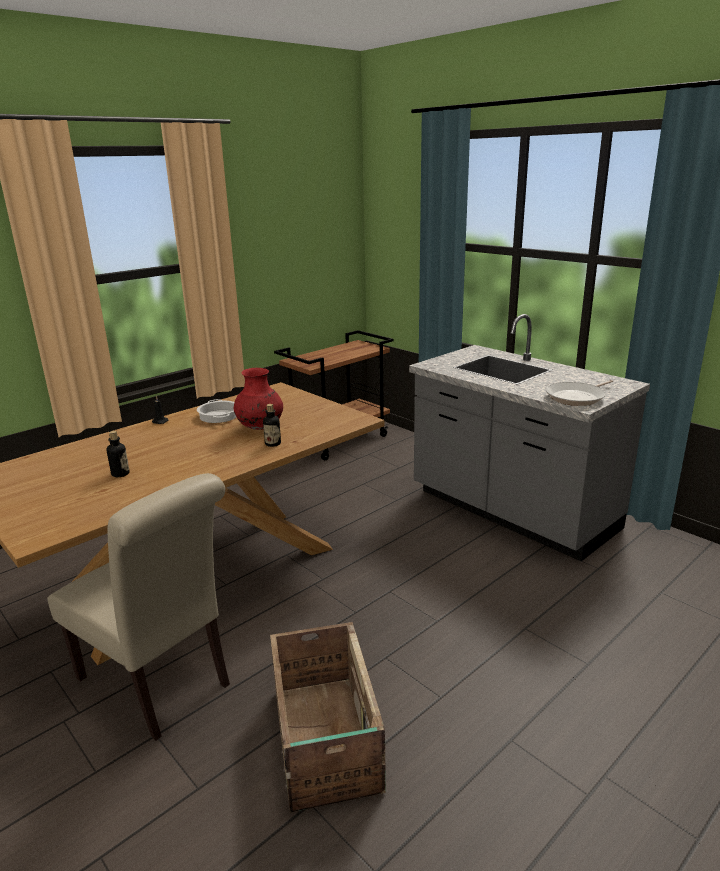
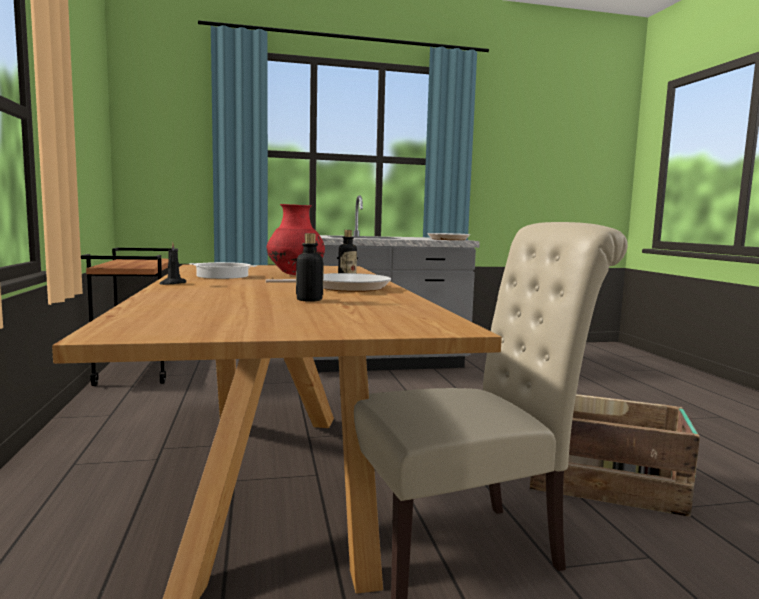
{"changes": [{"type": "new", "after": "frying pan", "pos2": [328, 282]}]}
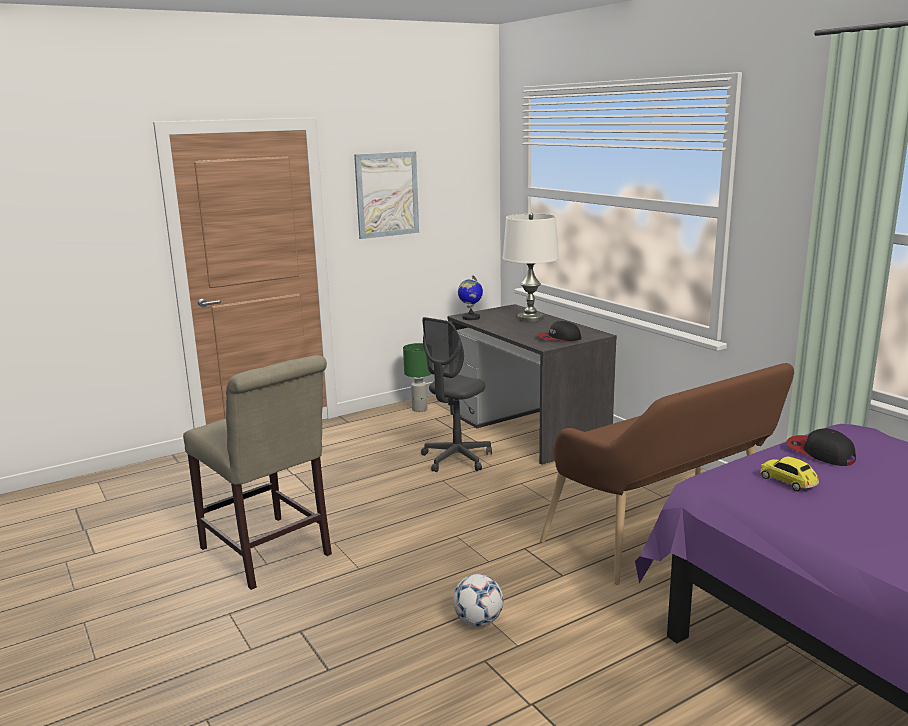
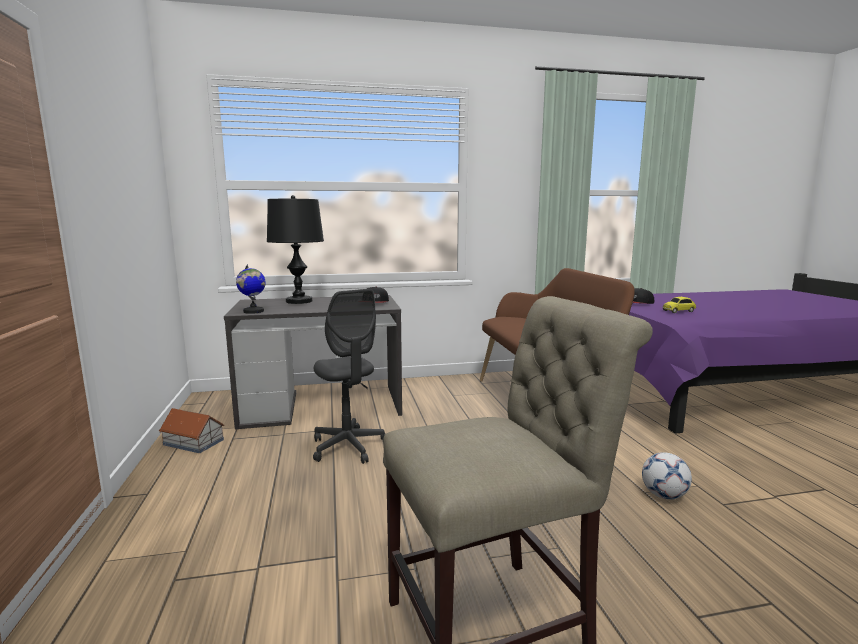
{"changes": [{"type": "gone", "before": "picture", "pos1": [386, 195]}, {"type": "repainted", "before": "white table lamp", "after": "black table lamp", "pos1": [531, 267], "pos2": [295, 249]}, {"type": "swapped", "before": "green table lamp", "after": "toy house", "pos1": [417, 377], "pos2": [192, 430]}]}
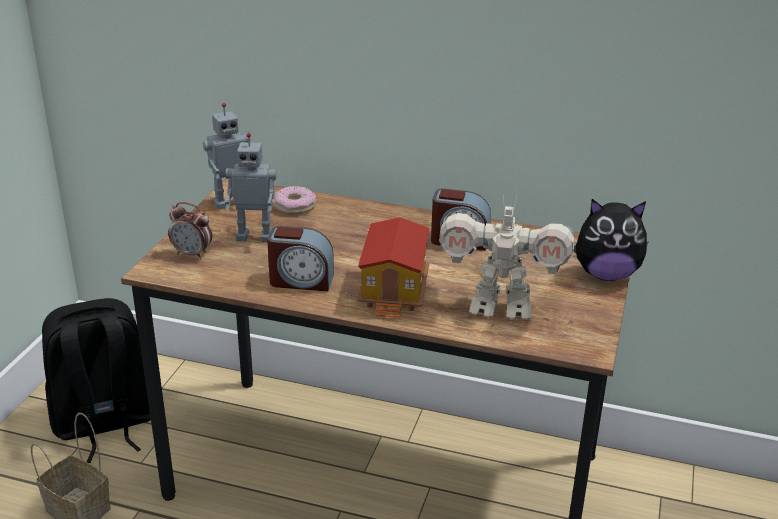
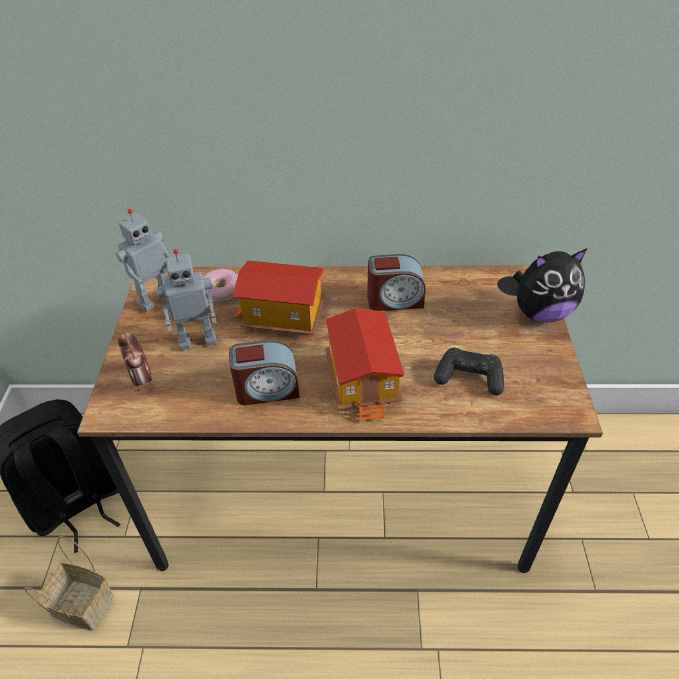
{"changes": [{"type": "swapped", "before": "toy robot", "after": "black game controller", "pos1": [506, 257], "pos2": [469, 372]}, {"type": "rotated", "before": "alarm clock", "pos1": [190, 230], "pos2": [135, 361], "turn": 60}, {"type": "new", "after": "toy house", "pos2": [278, 298]}]}
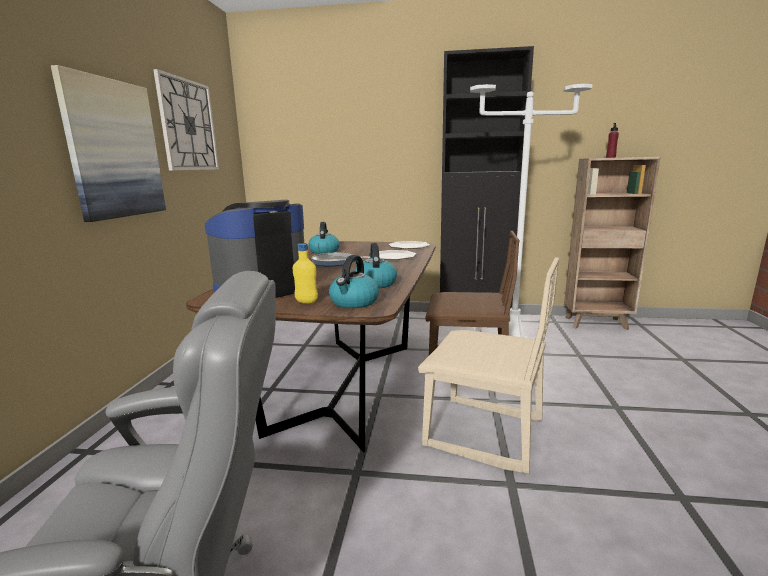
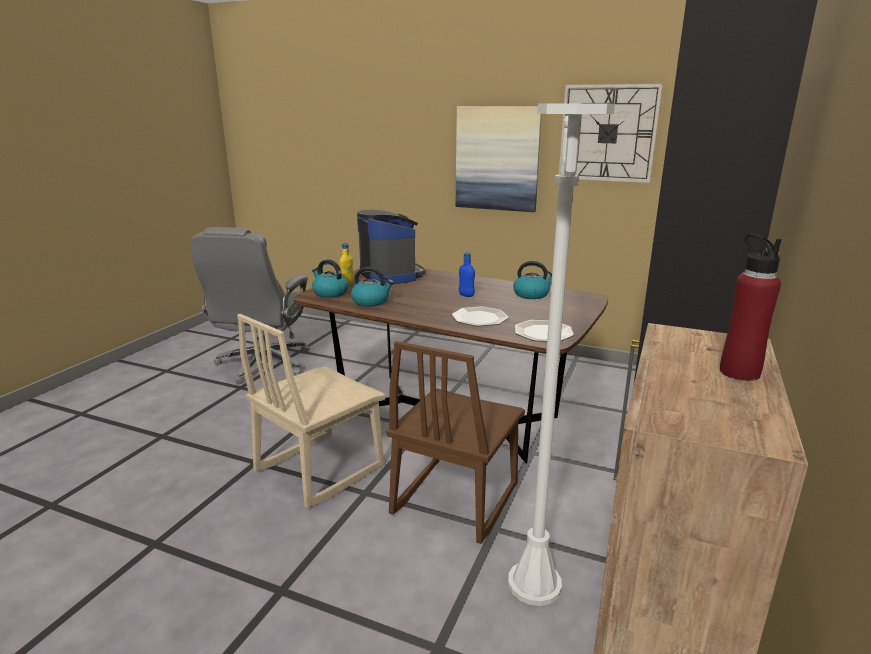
{"changes": [{"type": "swapped", "before": "frying pan", "after": "blue bottle", "pos1": [340, 260], "pos2": [467, 275]}]}
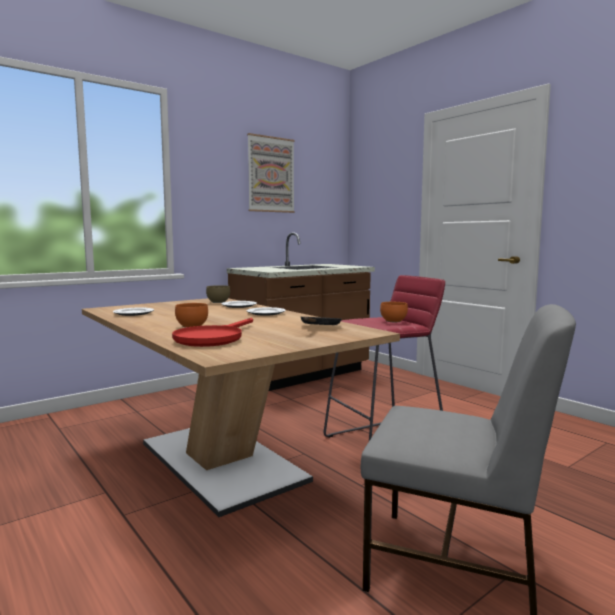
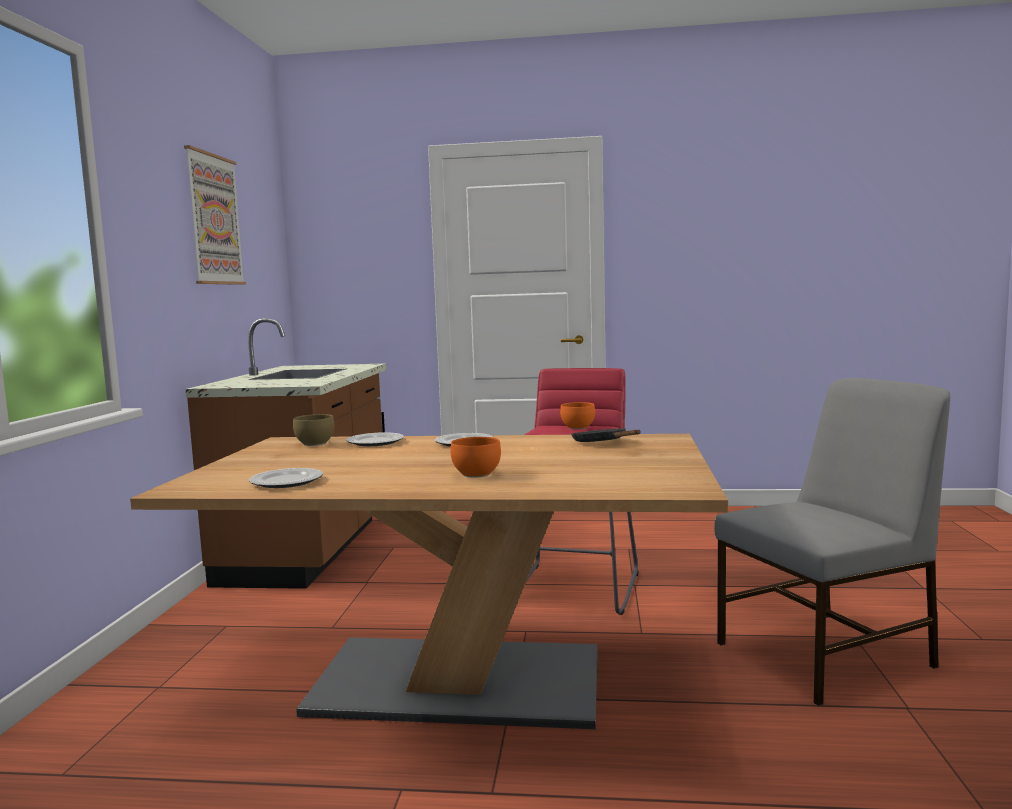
{"changes": [{"type": "gone", "before": "red frying pan", "pos1": [212, 332]}]}
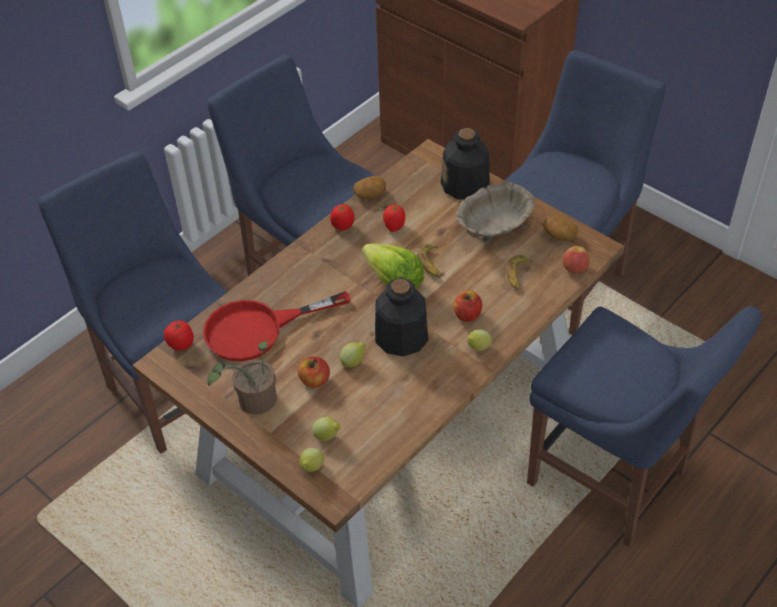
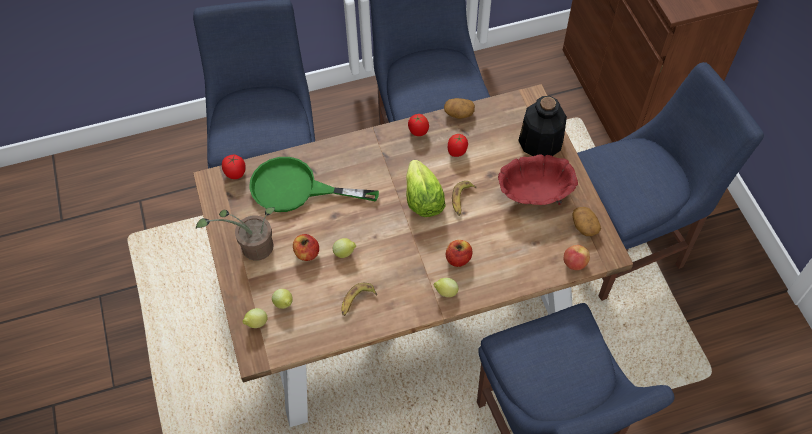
{"changes": [{"type": "repainted", "before": "beige bowl", "after": "red bowl", "pos1": [495, 211], "pos2": [538, 179]}, {"type": "shifted", "before": "banana", "pos1": [519, 273], "pos2": [359, 299]}, {"type": "gone", "before": "bottle", "pos1": [401, 317]}, {"type": "repainted", "before": "red frying pan", "after": "green frying pan", "pos1": [277, 326], "pos2": [314, 184]}]}
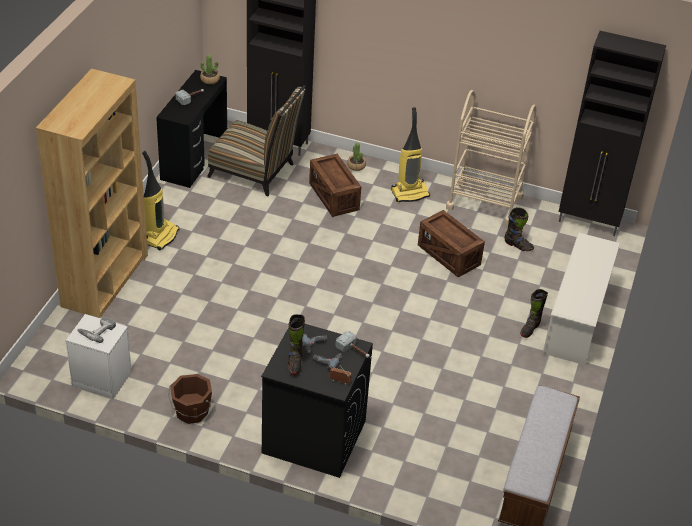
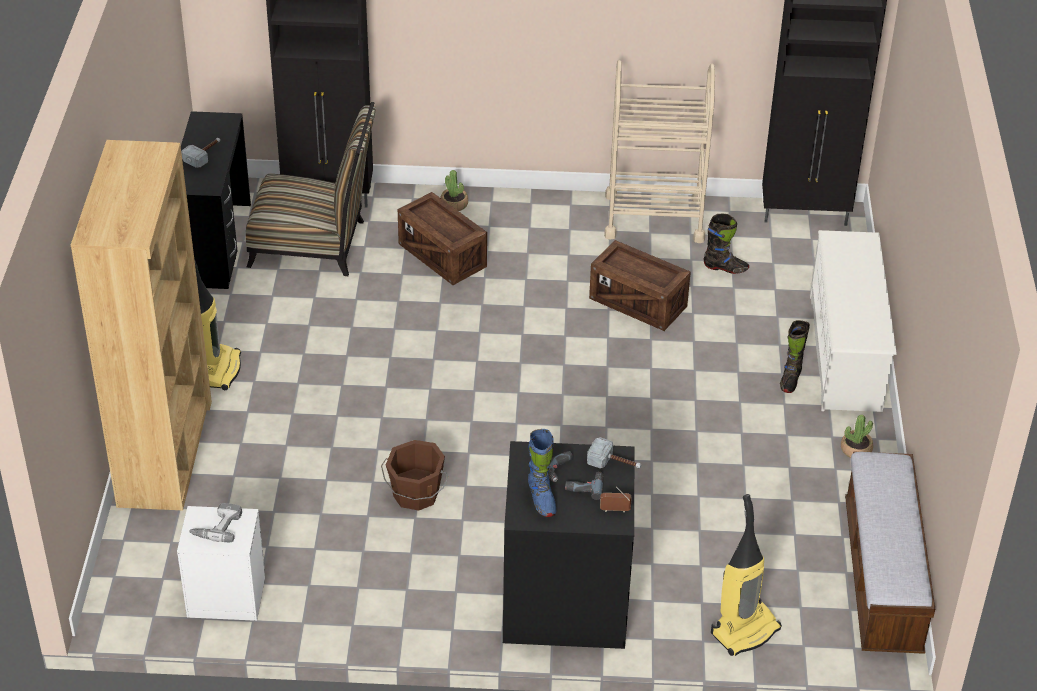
{"changes": [{"type": "shifted", "before": "potted plant", "pos1": [210, 69], "pos2": [857, 436]}, {"type": "shifted", "before": "vacuum cleaner", "pos1": [410, 154], "pos2": [746, 575]}, {"type": "repainted", "before": "black boot", "after": "blue boot", "pos1": [296, 344], "pos2": [542, 473]}, {"type": "shifted", "before": "brown bucket", "pos1": [190, 399], "pos2": [414, 475]}]}
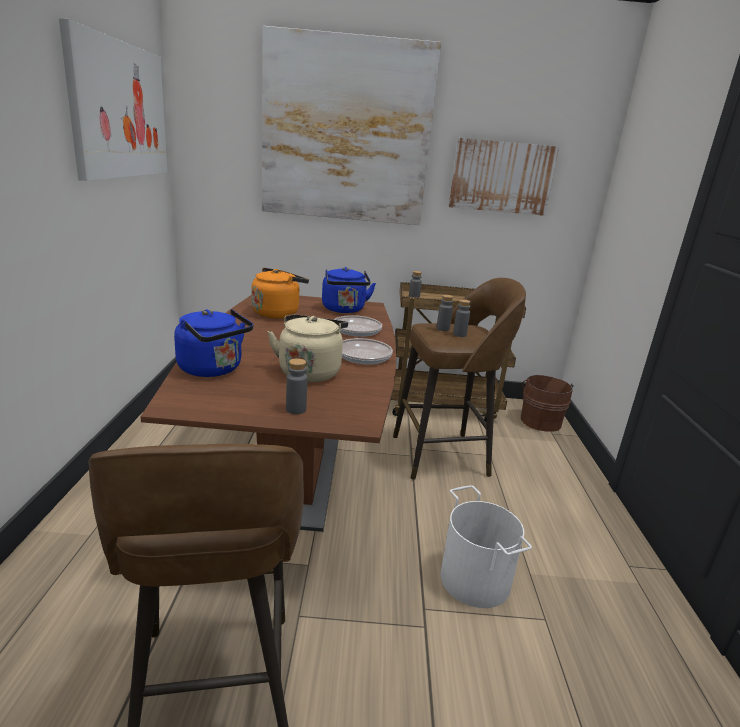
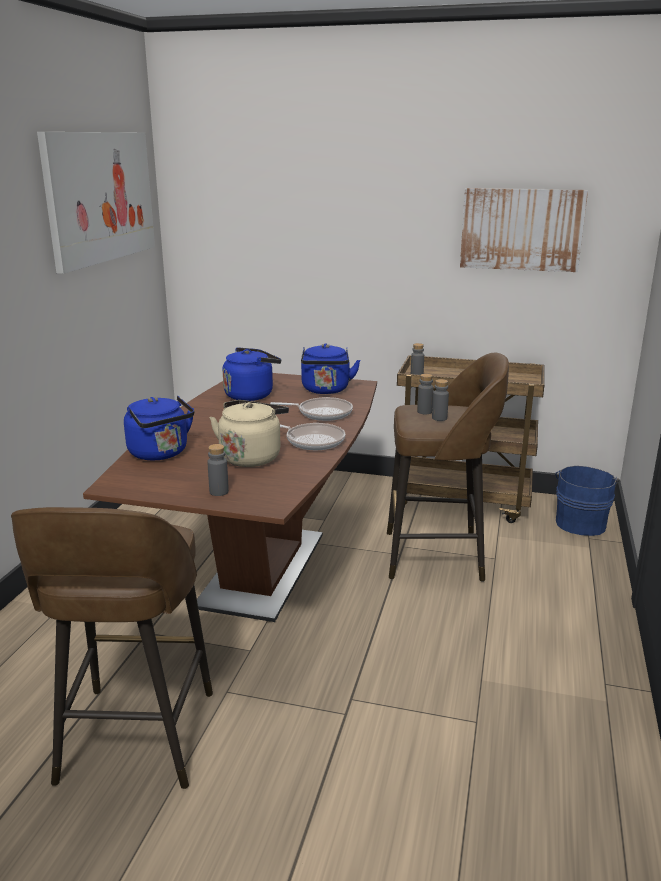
{"changes": [{"type": "gone", "before": "picture", "pos1": [351, 125]}, {"type": "repainted", "before": "orange kettle", "after": "blue kettle", "pos1": [280, 293], "pos2": [251, 374]}, {"type": "repainted", "before": "brown bucket", "after": "blue bucket", "pos1": [547, 403], "pos2": [587, 501]}, {"type": "gone", "before": "white bucket", "pos1": [486, 546]}]}
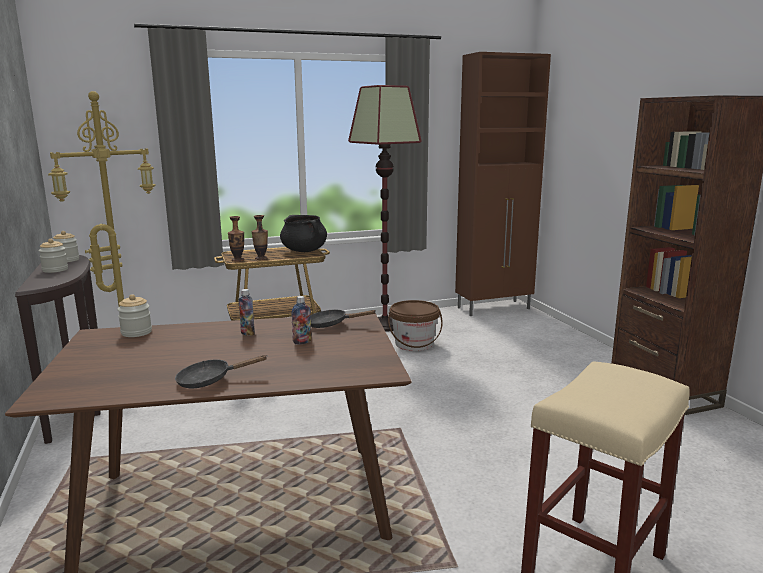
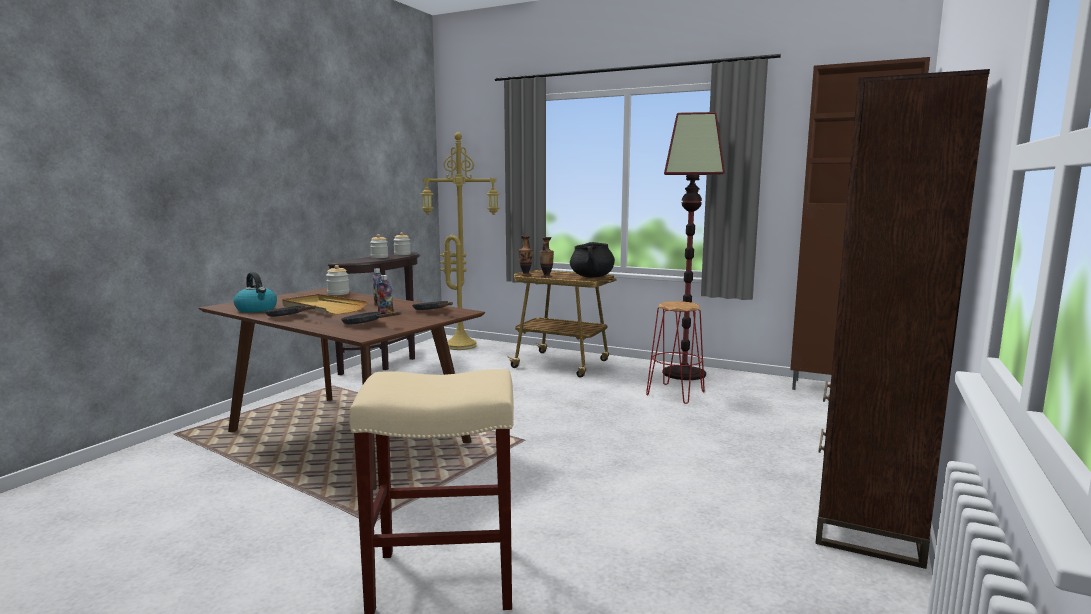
{"changes": [{"type": "swapped", "before": "brown bucket", "after": "red stool", "pos1": [415, 325], "pos2": [675, 352]}, {"type": "new", "after": "kettle", "pos2": [255, 292]}, {"type": "new", "after": "beige tray", "pos2": [325, 304]}, {"type": "new", "after": "black frying pan", "pos2": [371, 317]}]}
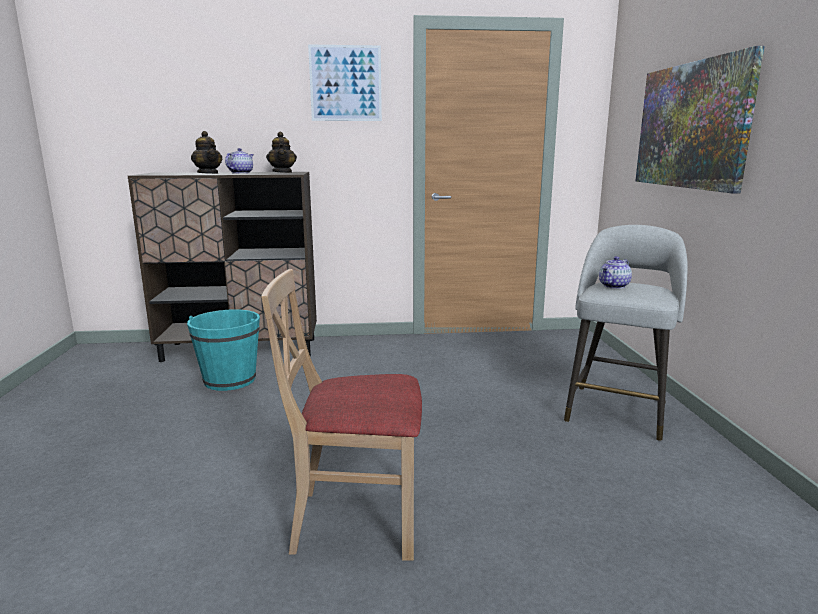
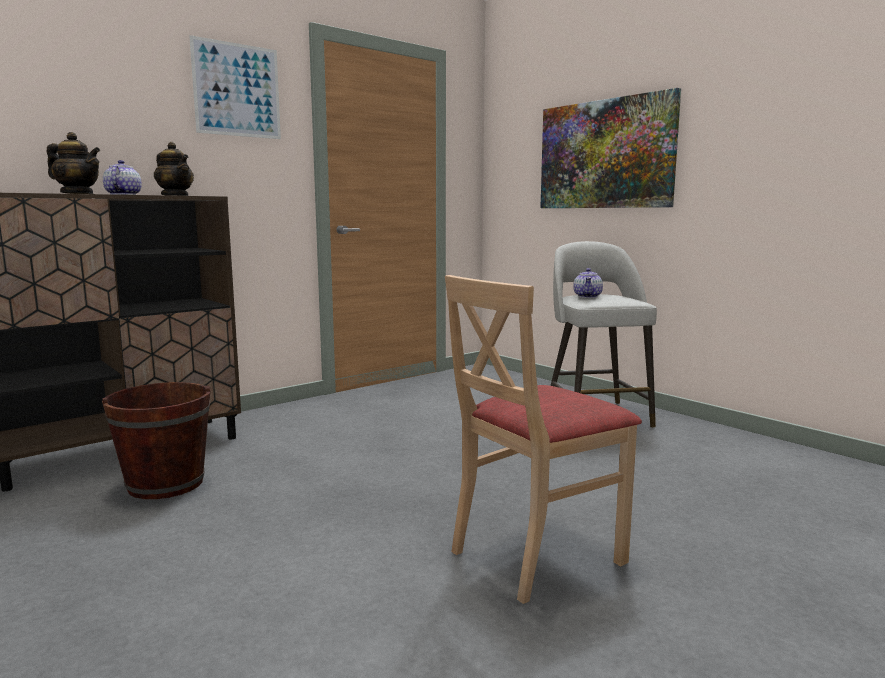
{"changes": [{"type": "repainted", "before": "turquoise bucket", "after": "brown bucket", "pos1": [223, 350], "pos2": [156, 440]}]}
